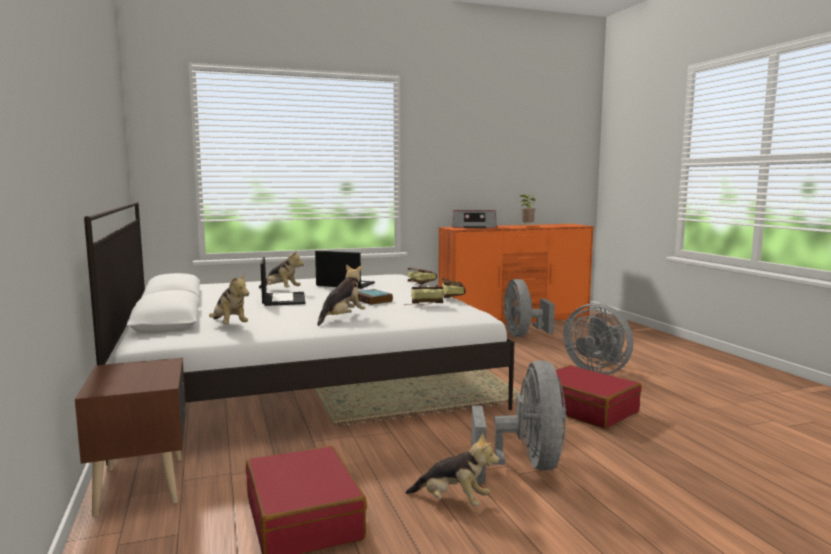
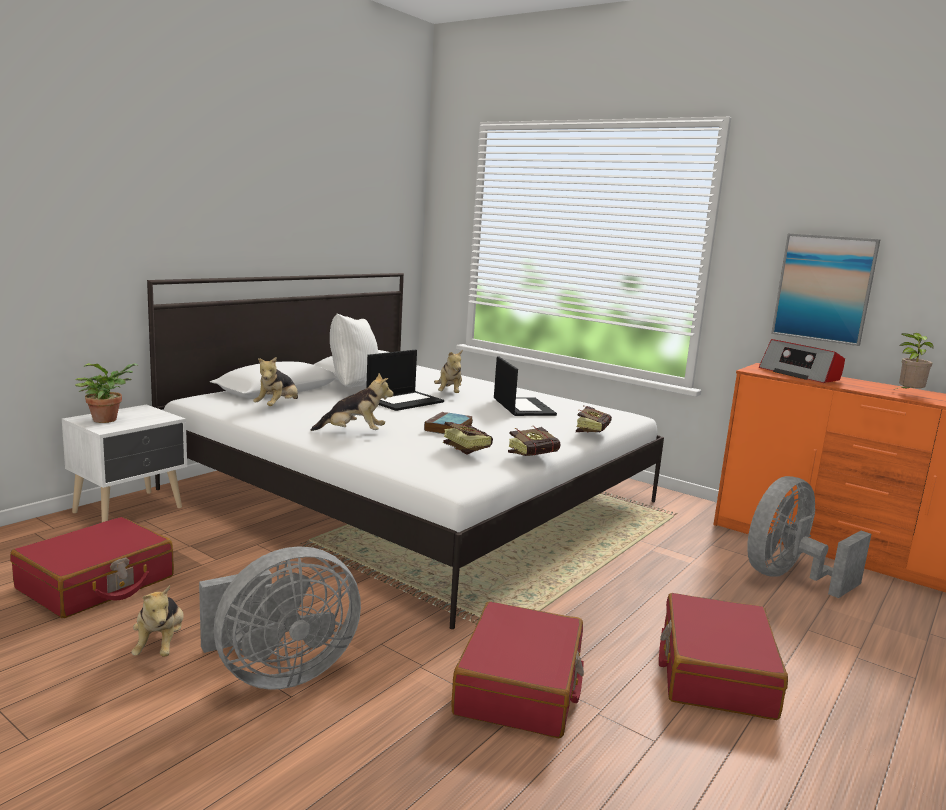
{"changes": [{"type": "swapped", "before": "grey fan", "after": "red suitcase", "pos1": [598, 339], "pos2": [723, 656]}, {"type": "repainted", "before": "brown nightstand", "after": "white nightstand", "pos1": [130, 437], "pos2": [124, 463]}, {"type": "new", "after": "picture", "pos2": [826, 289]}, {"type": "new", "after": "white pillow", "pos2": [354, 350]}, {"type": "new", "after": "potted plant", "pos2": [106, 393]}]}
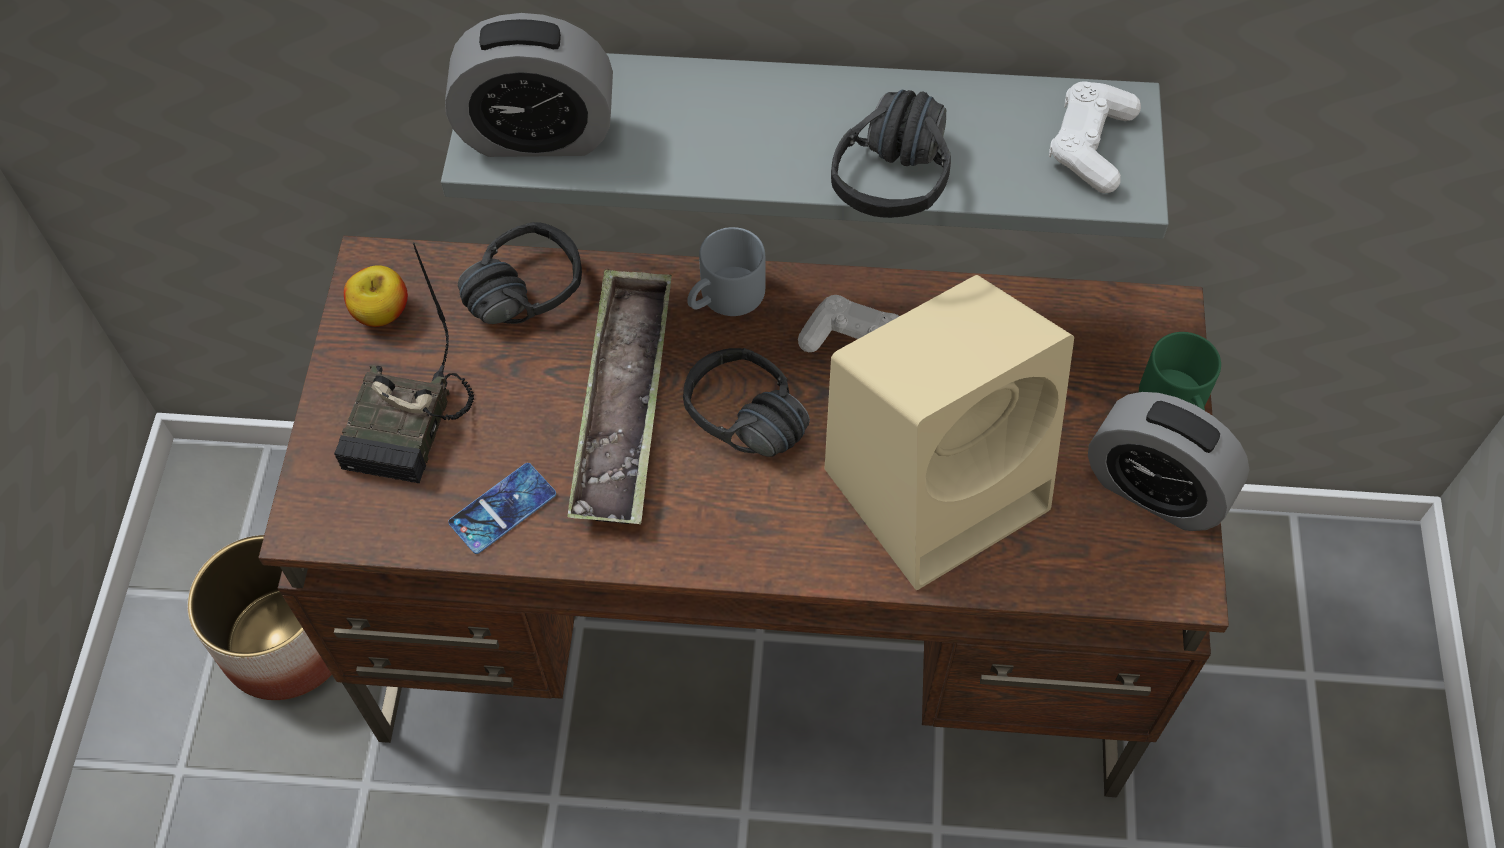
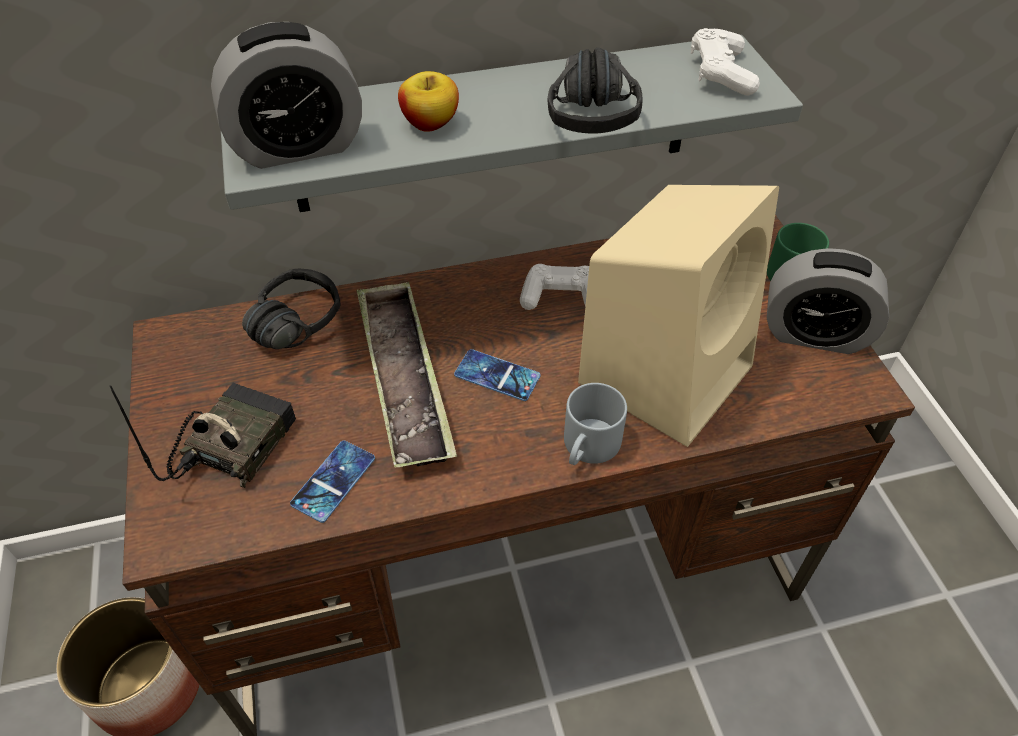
{"changes": [{"type": "shifted", "before": "grey mug", "pos1": [726, 271], "pos2": [595, 424]}, {"type": "rotated", "before": "radio", "pos1": [404, 363], "pos2": [202, 435], "turn": -150}, {"type": "shifted", "before": "apple", "pos1": [376, 296], "pos2": [428, 101]}, {"type": "swapped", "before": "black headphones", "after": "phone", "pos1": [746, 402], "pos2": [497, 375]}]}
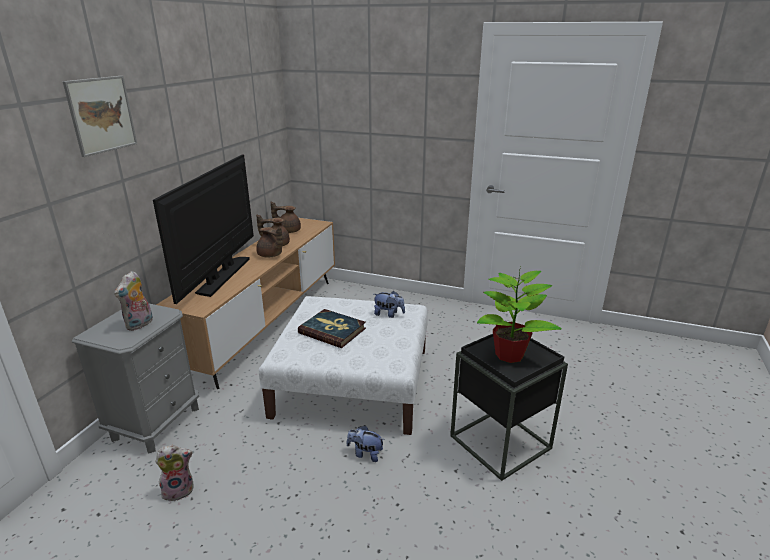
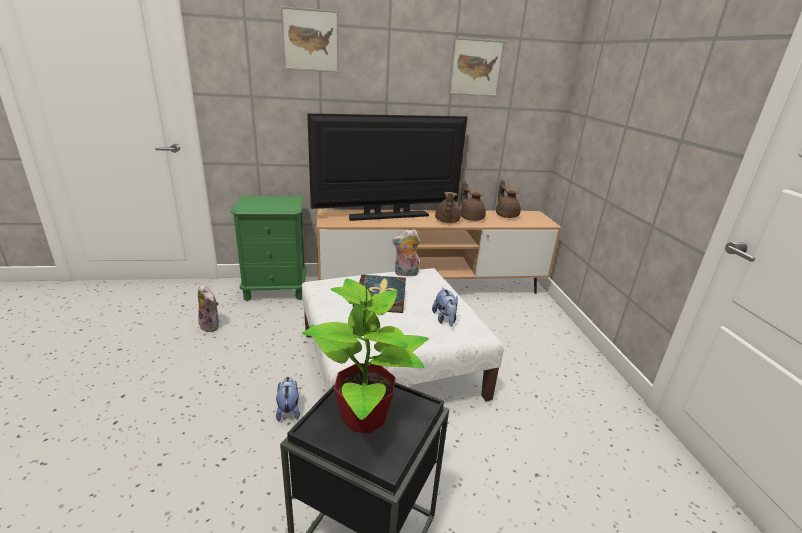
{"changes": [{"type": "shifted", "before": "plush toy", "pos1": [133, 301], "pos2": [406, 252]}, {"type": "repainted", "before": "grey nightstand", "after": "green nightstand", "pos1": [135, 379], "pos2": [269, 248]}, {"type": "new", "after": "picture", "pos2": [477, 67]}]}
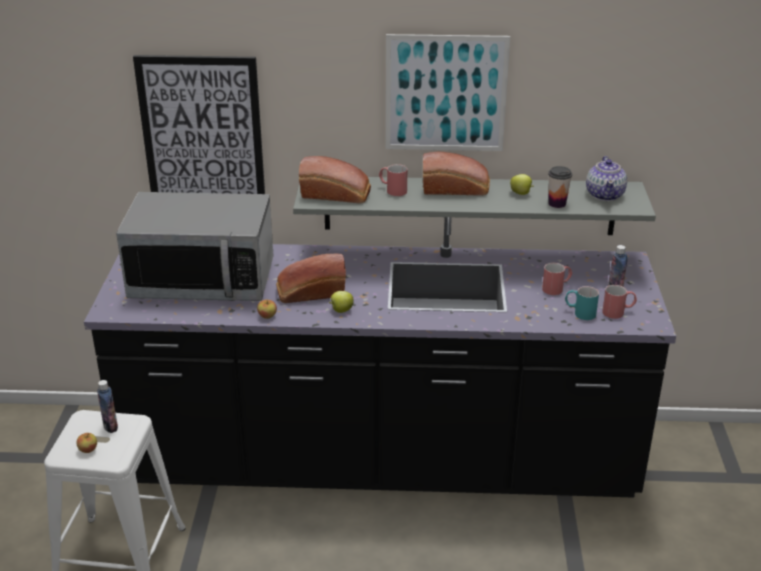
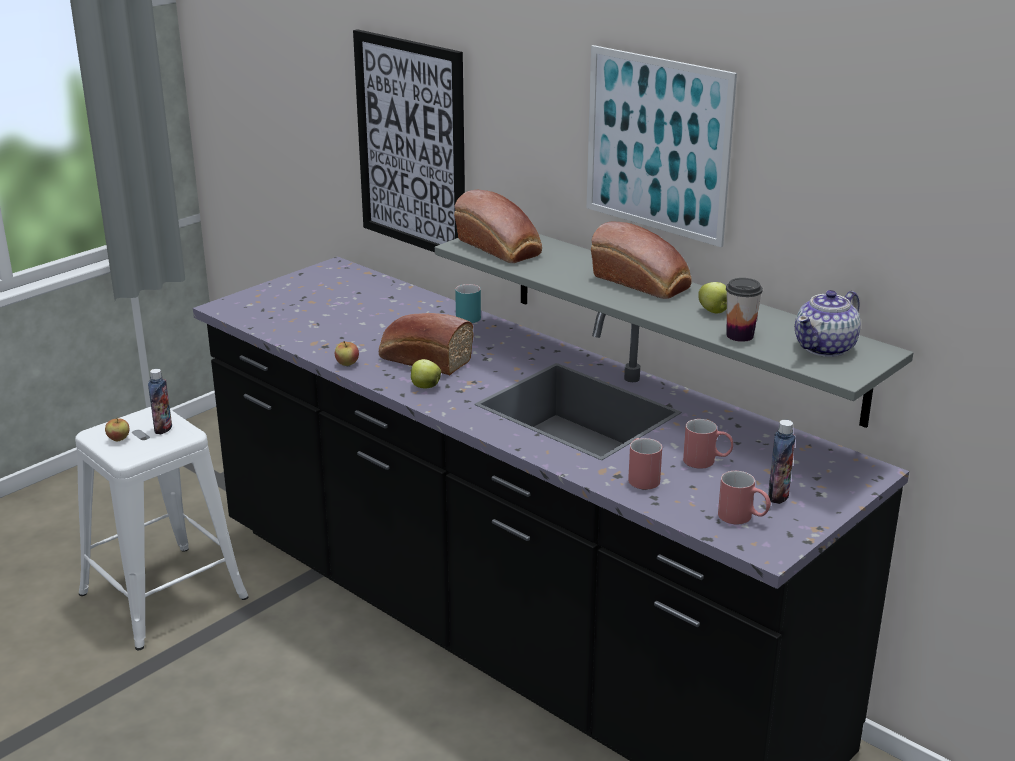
{"changes": [{"type": "shifted", "before": "red mug", "pos1": [393, 180], "pos2": [645, 464]}, {"type": "gone", "before": "microwave", "pos1": [195, 246]}, {"type": "shifted", "before": "turquoise mug", "pos1": [582, 303], "pos2": [468, 303]}]}
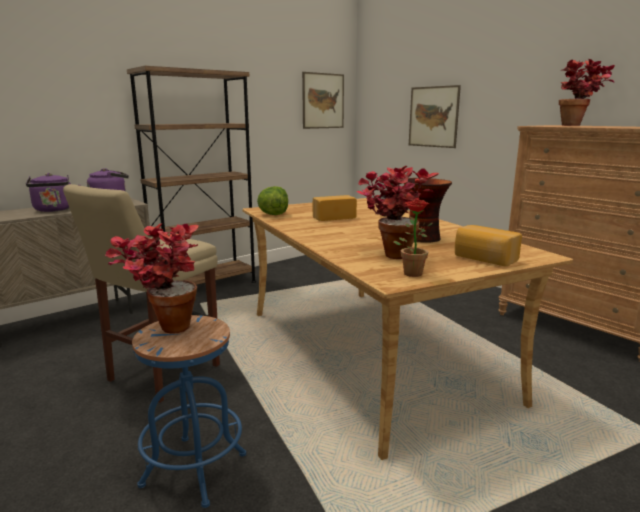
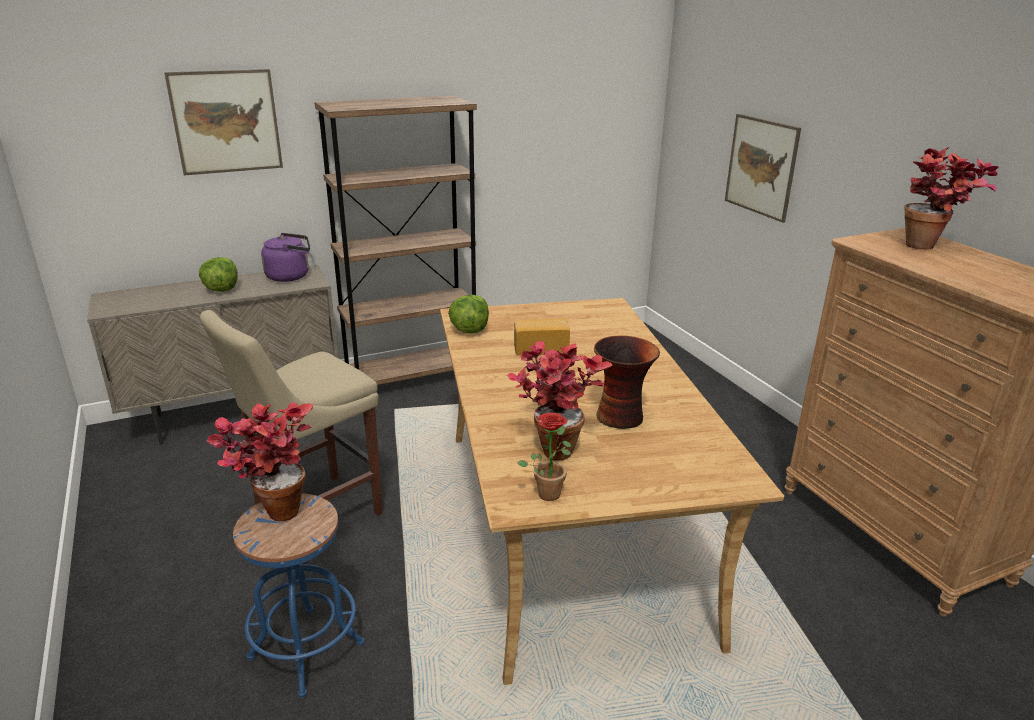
{"changes": [{"type": "shifted", "before": "picture", "pos1": [323, 100], "pos2": [223, 122]}, {"type": "swapped", "before": "purple kettle", "after": "lettuce", "pos1": [53, 192], "pos2": [218, 274]}, {"type": "gone", "before": "bread", "pos1": [488, 246]}]}
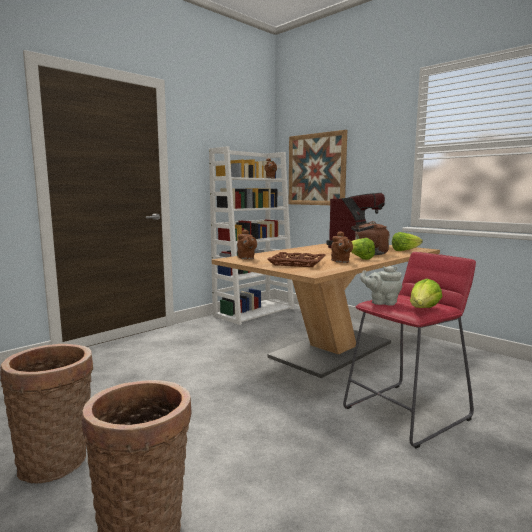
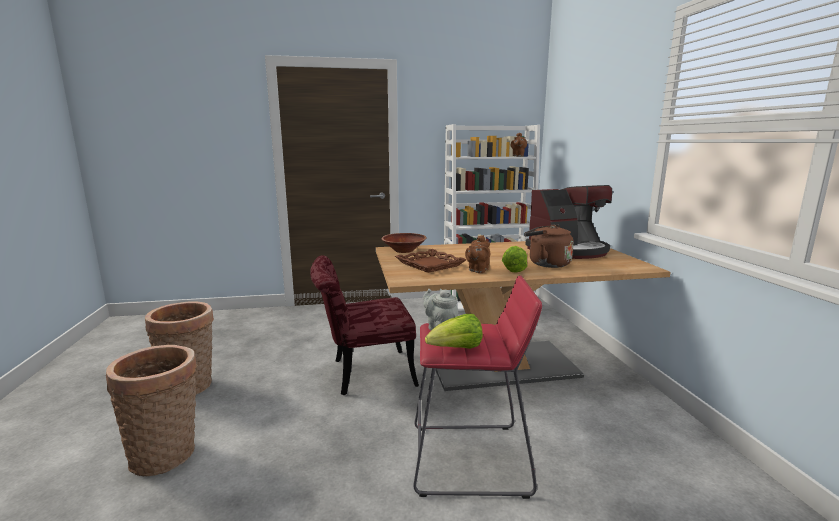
{"changes": [{"type": "gone", "before": "picture", "pos1": [318, 167]}, {"type": "swapped", "before": "brown teapot", "after": "brown bowl", "pos1": [247, 244], "pos2": [404, 243]}, {"type": "gone", "before": "lettuce", "pos1": [407, 241]}, {"type": "new", "after": "red chair", "pos2": [364, 325]}]}
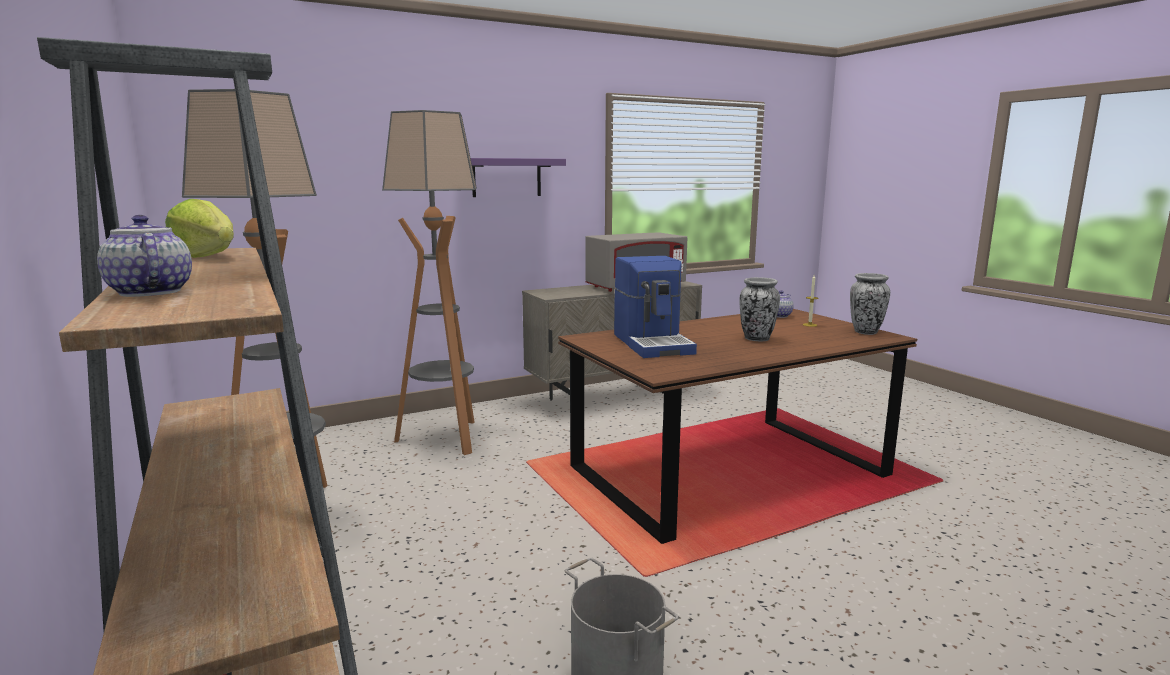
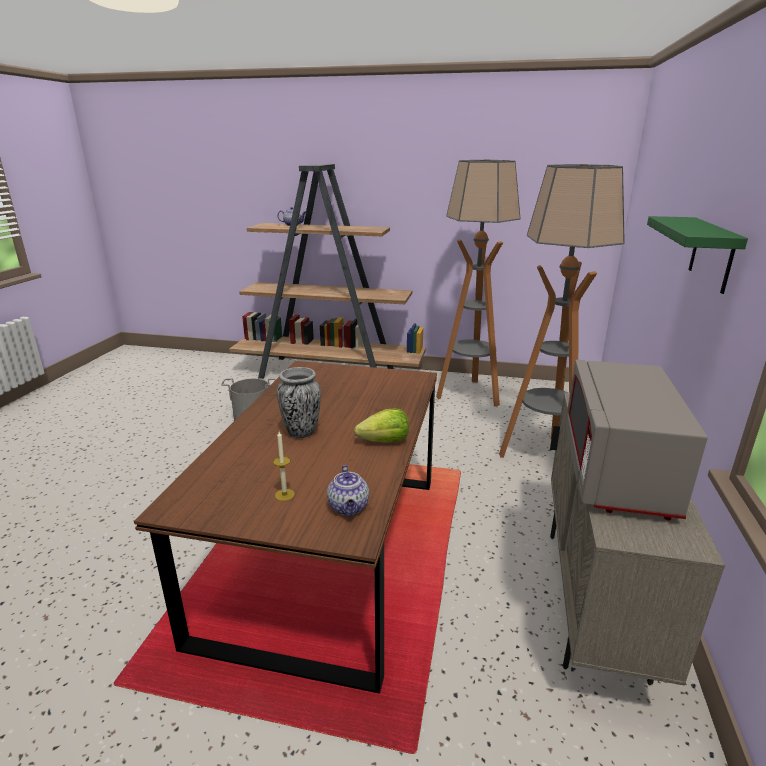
{"changes": [{"type": "repainted", "before": "purple shelf", "after": "green shelf", "pos1": [518, 177], "pos2": [697, 255]}, {"type": "shifted", "before": "lettuce", "pos1": [199, 228], "pos2": [381, 425]}, {"type": "gone", "before": "coffee machine", "pos1": [655, 307]}, {"type": "gone", "before": "vase", "pos1": [870, 304]}]}
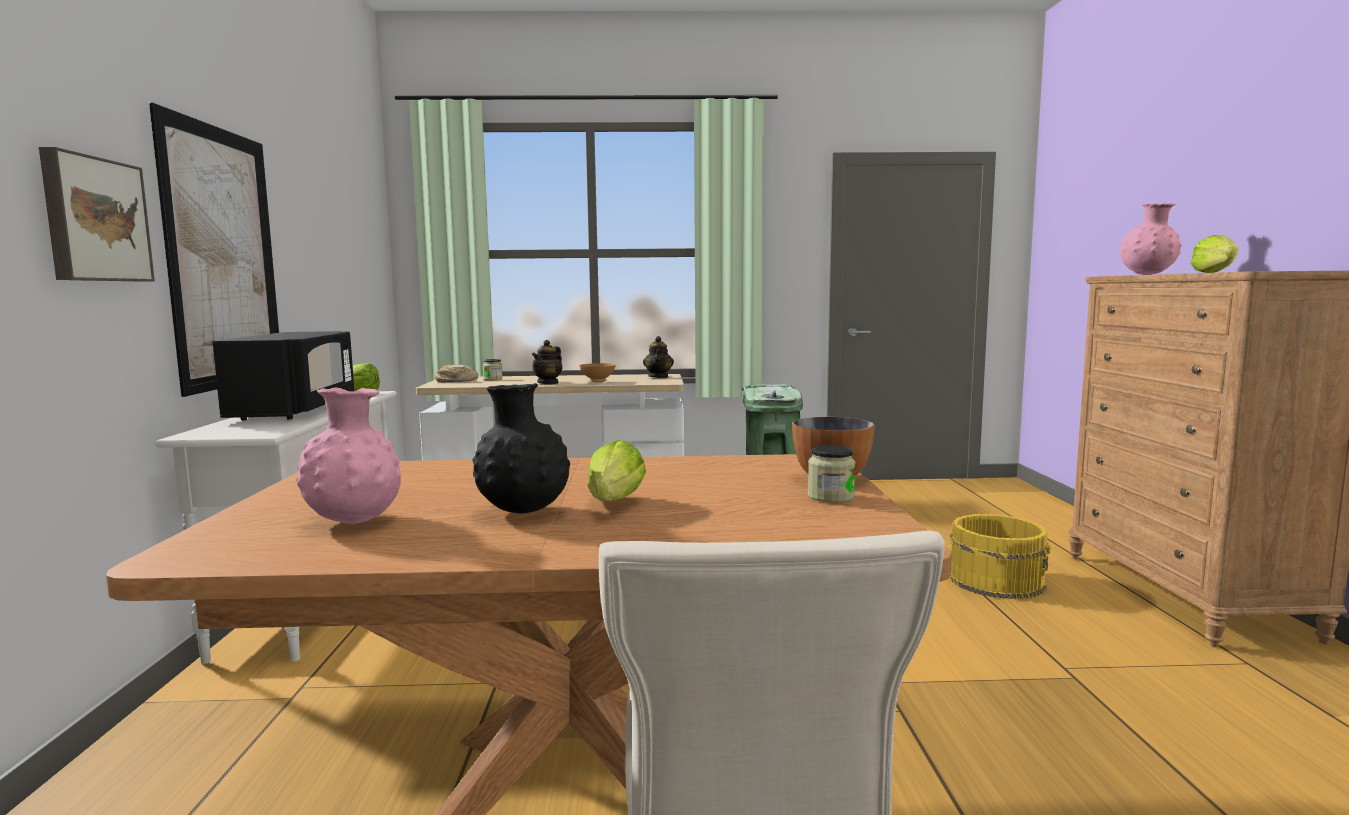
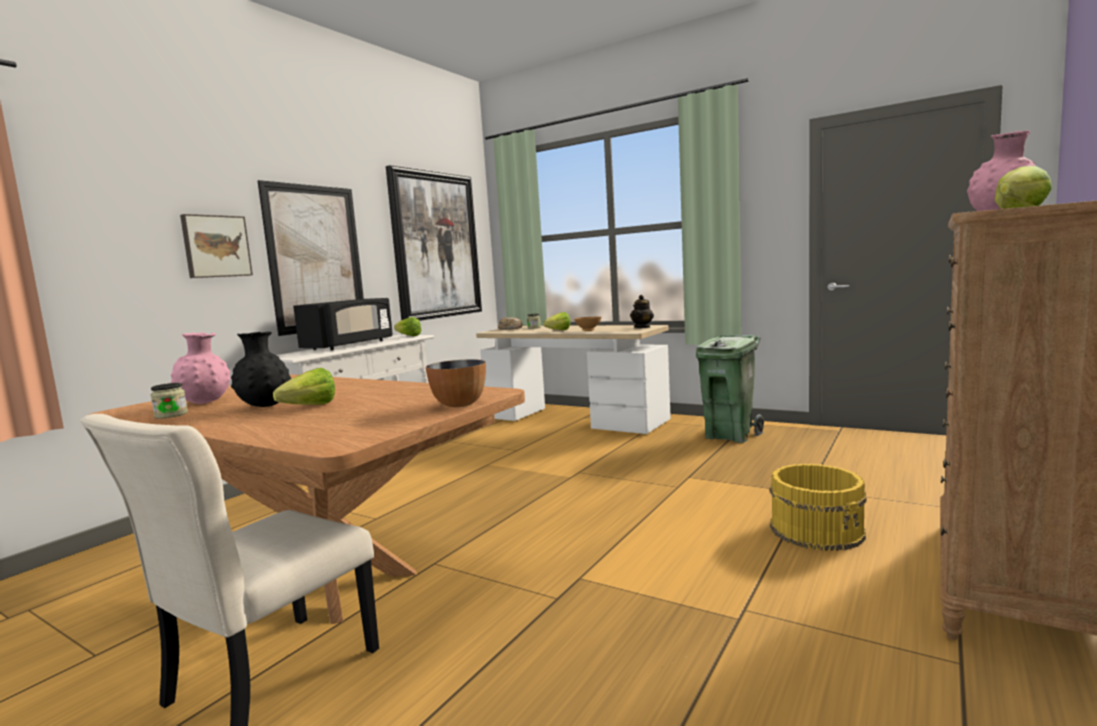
{"changes": [{"type": "swapped", "before": "teapot", "after": "lettuce", "pos1": [547, 362], "pos2": [556, 321]}, {"type": "shifted", "before": "jar", "pos1": [832, 474], "pos2": [169, 401]}, {"type": "new", "after": "picture", "pos2": [434, 243]}]}
